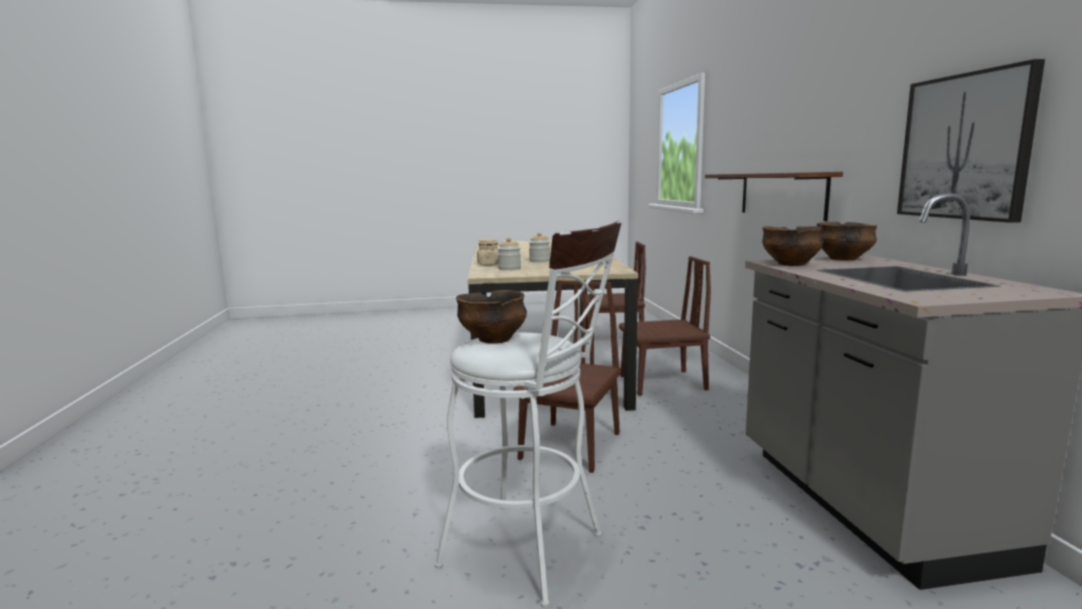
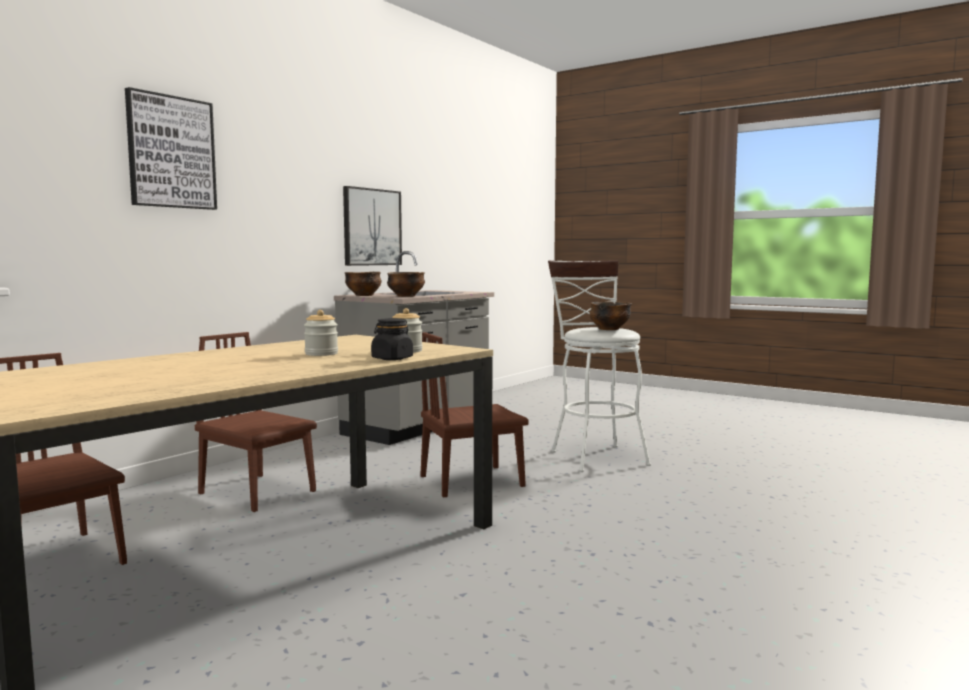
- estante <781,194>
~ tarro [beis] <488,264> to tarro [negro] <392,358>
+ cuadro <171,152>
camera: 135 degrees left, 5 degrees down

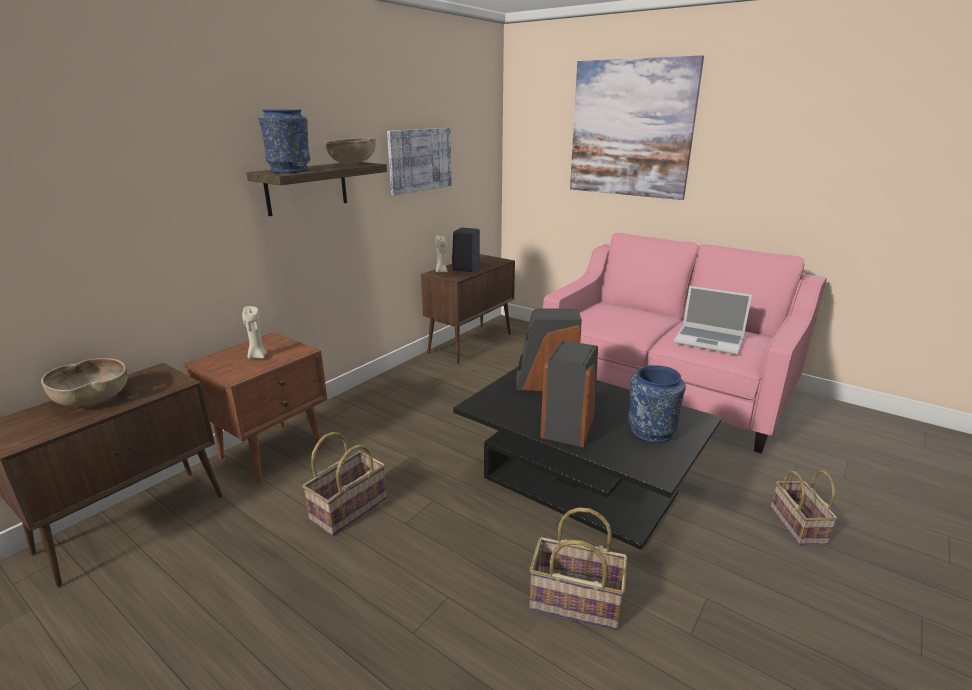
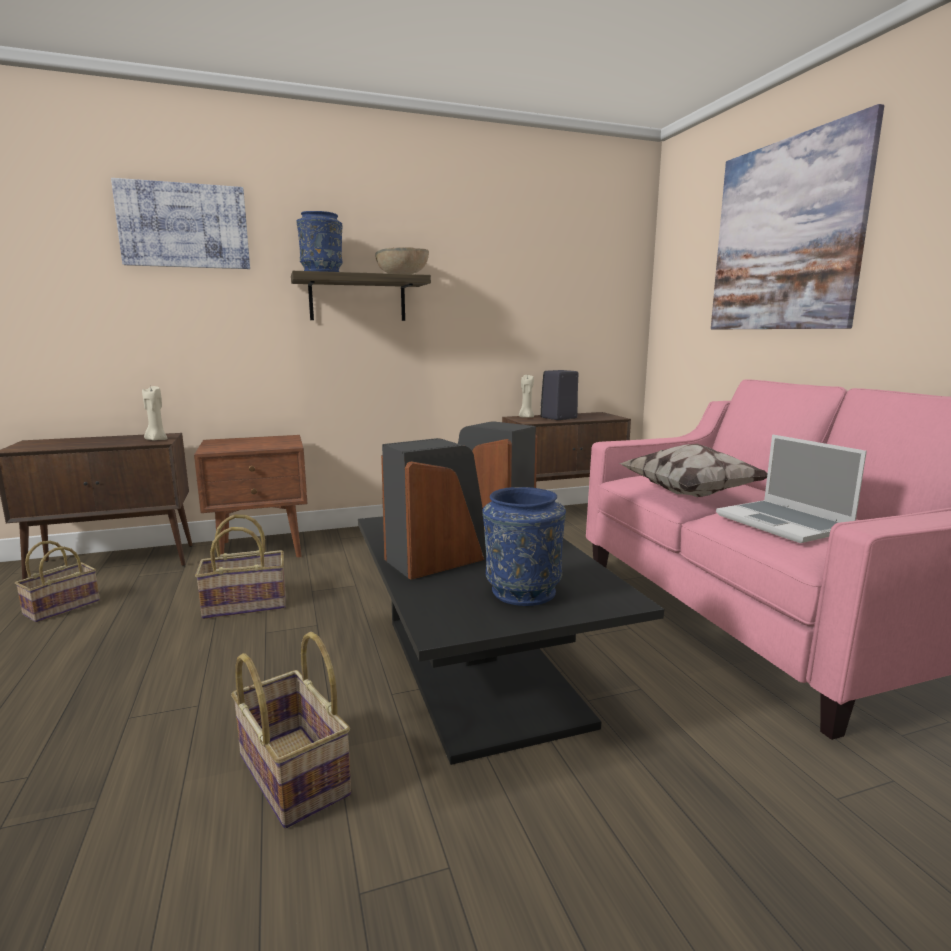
~ cuadro <420,160> to <184,226>
~ vela [beis] <257,356> to <156,440>
- cuenco [marrón] <93,400>
~ cesta <795,524> to <63,606>
+ cojín <690,493>
camera: 35 degrees right, 10 degrees down

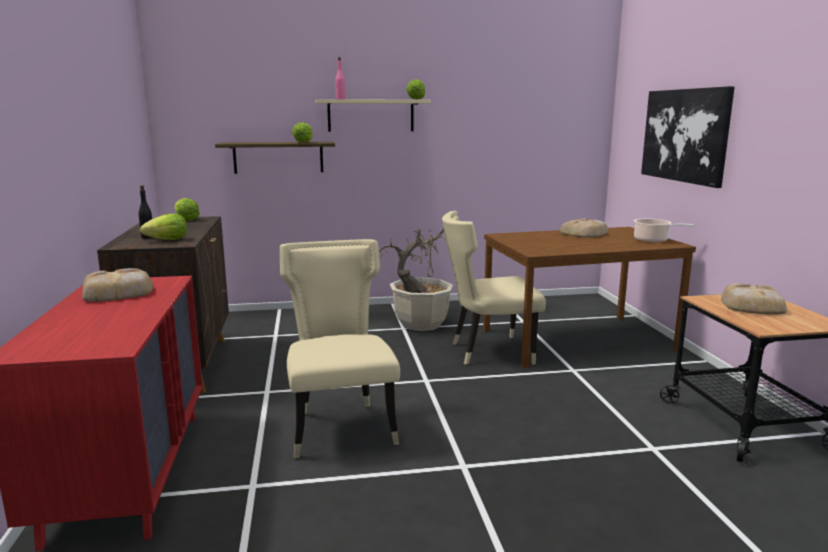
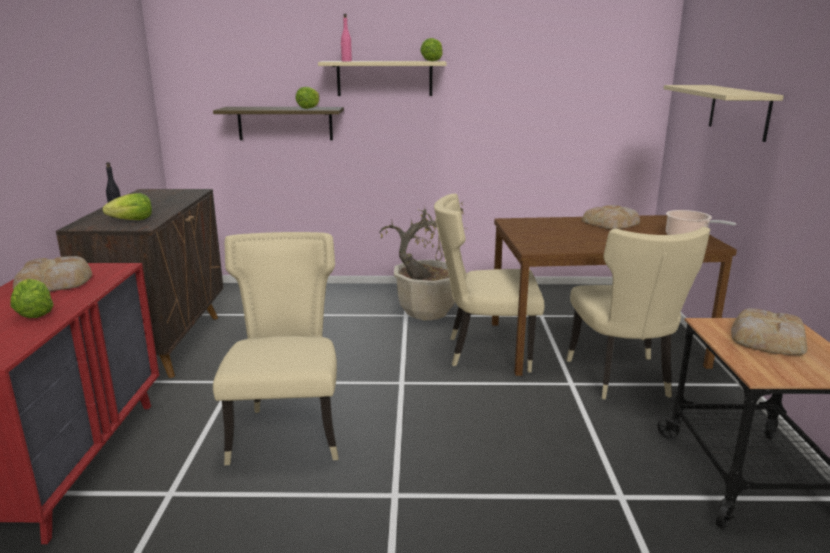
~ cuadro <684,135> to estante [beis] <738,111>
~ lechuga <186,219> to <34,313>
+ silla [beis] <622,379>
camera: 10 degrees right, 5 degrees up

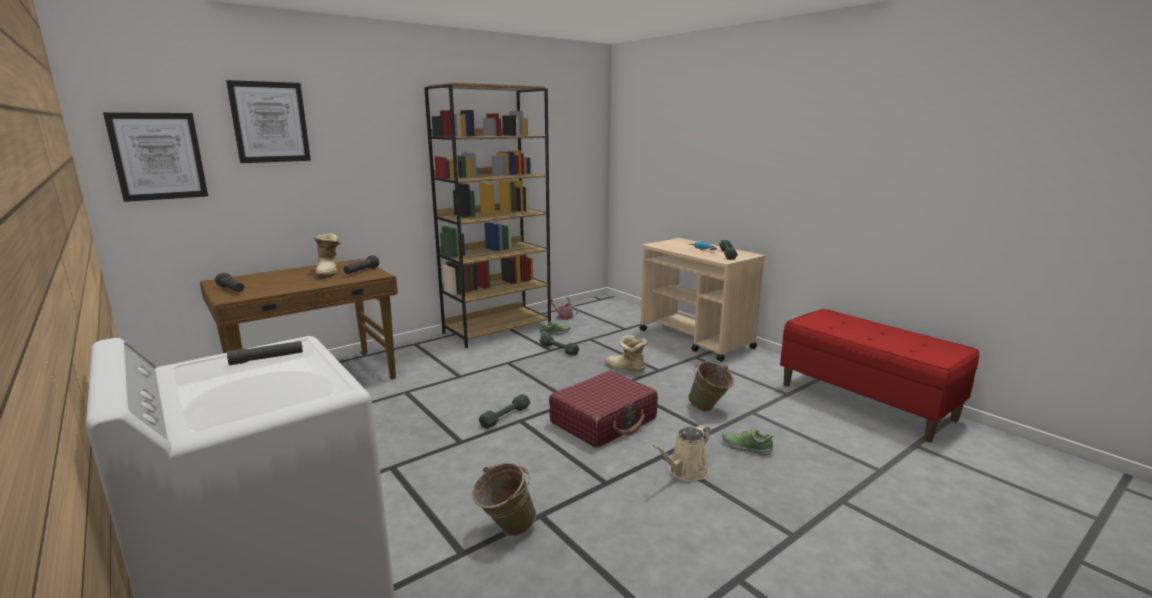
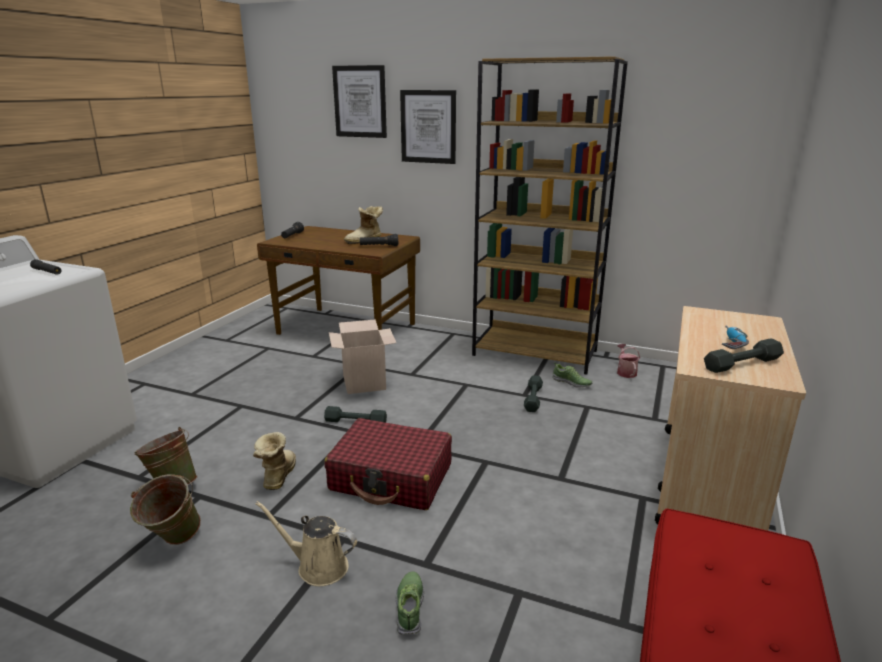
~ cuadro <158,156> to <428,127>
~ bota <625,368> to <277,476>
~ cubo [verde] <709,409> to <172,542>
+ caja de cartón <364,382>
camera: 60 degrees right, 5 degrees up

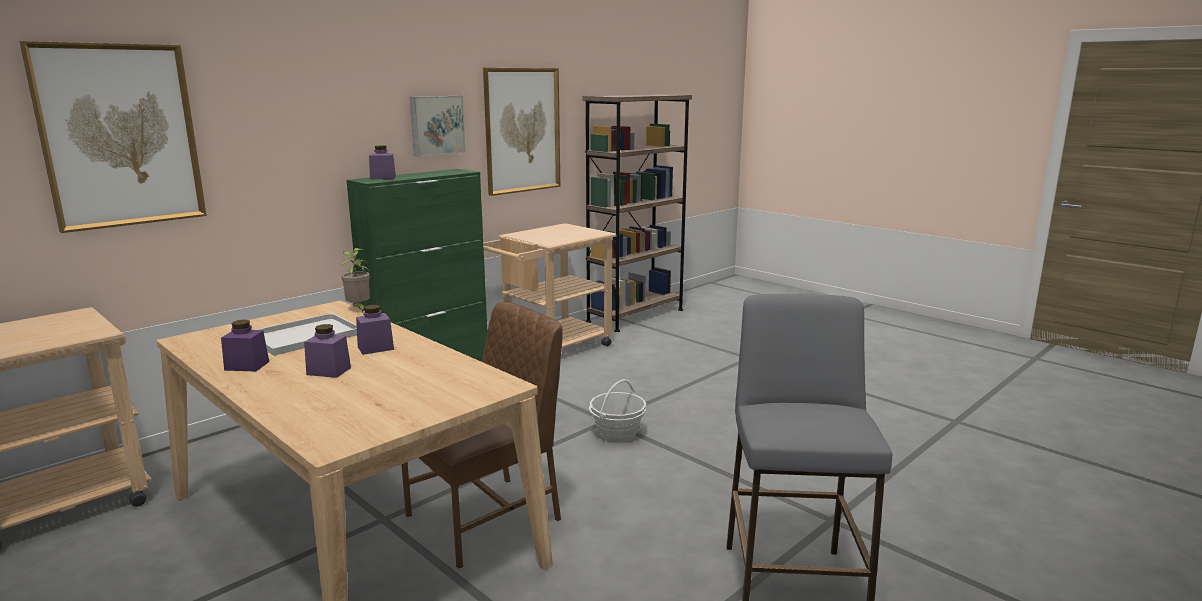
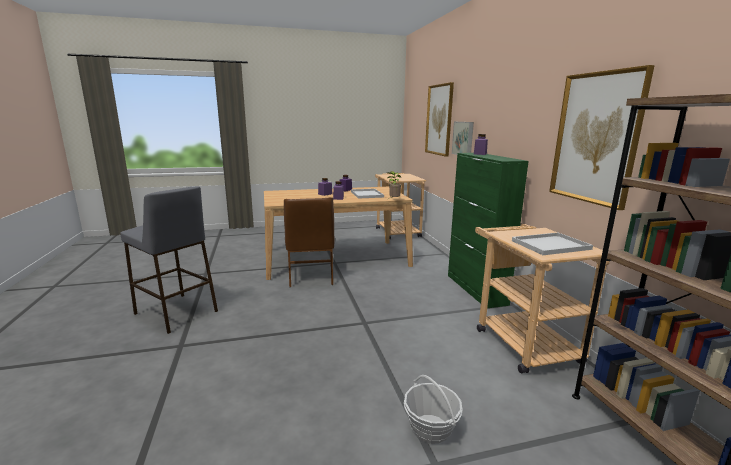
~ cuadro <436,125> to <463,138>
~ cesta <617,433> to <430,428>
+ bandeja [blanco] <550,245>
camera: 120 degrees right, 0 degrees up

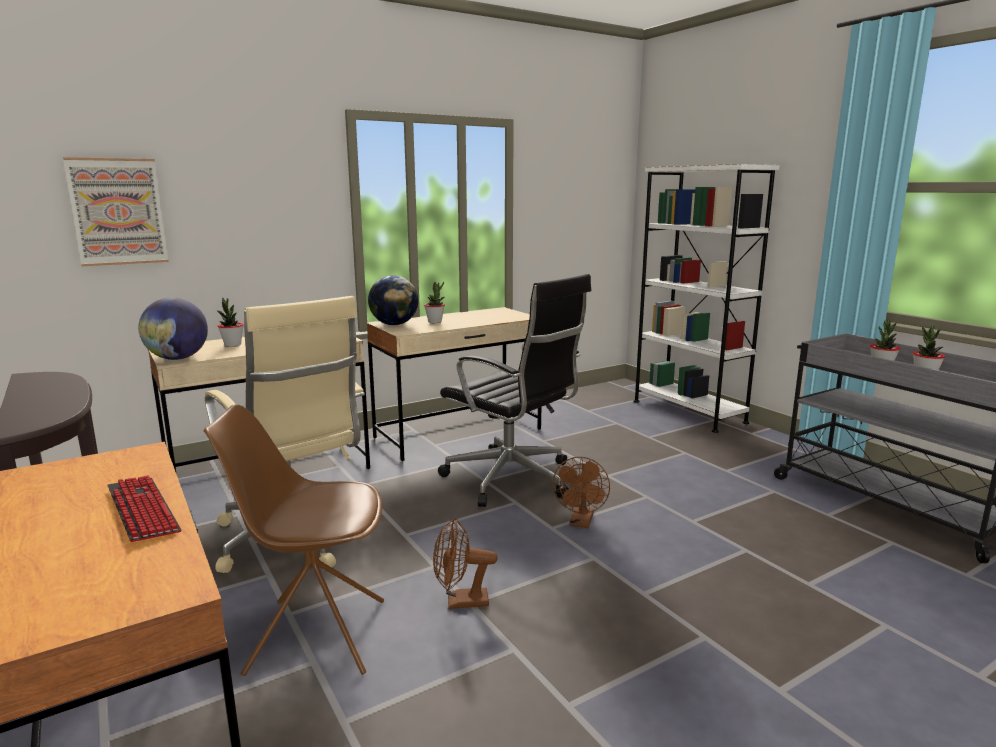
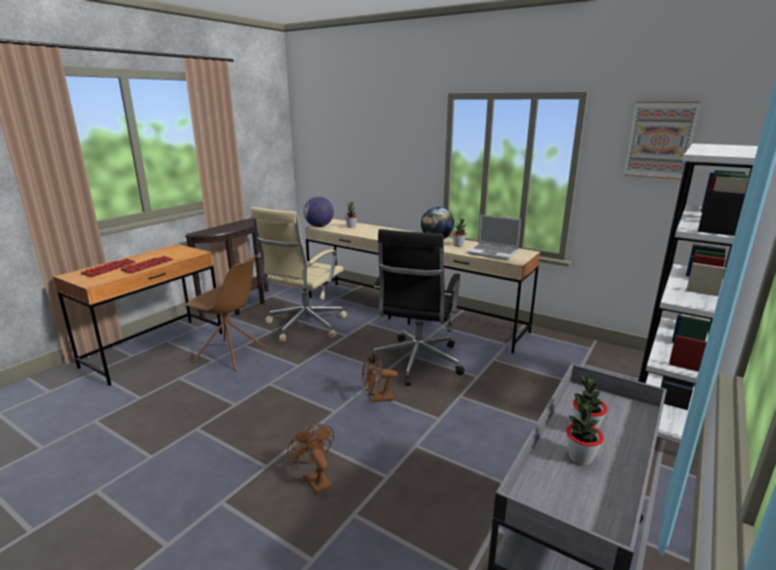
~ cuadro <118,212> to <660,140>
~ silla [marrón] <315,635> = <231,355> 135 degrees clockwise
~ ventilador [marrón] <460,602> to <315,479>
+ portátil <493,253>
+ teclado <109,269>
camera: 65 degrees right, 5 degrees up

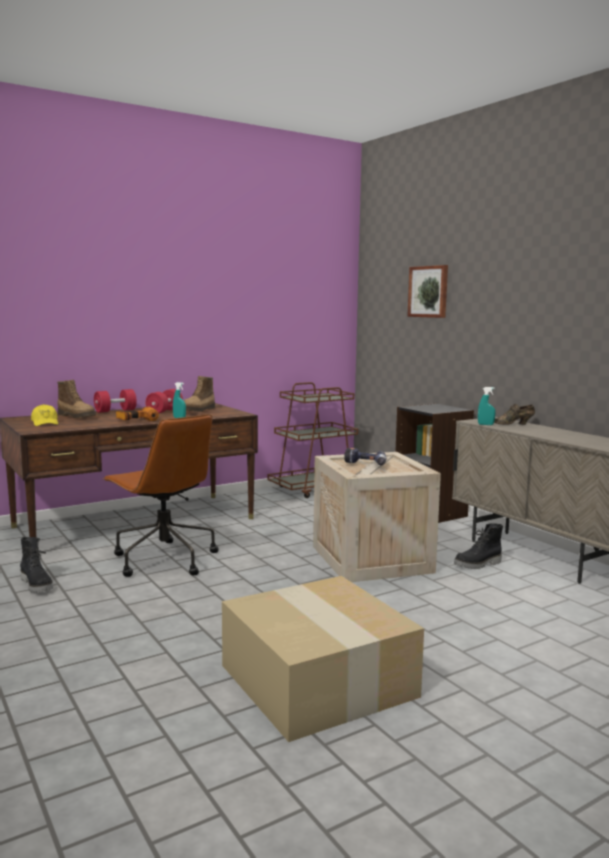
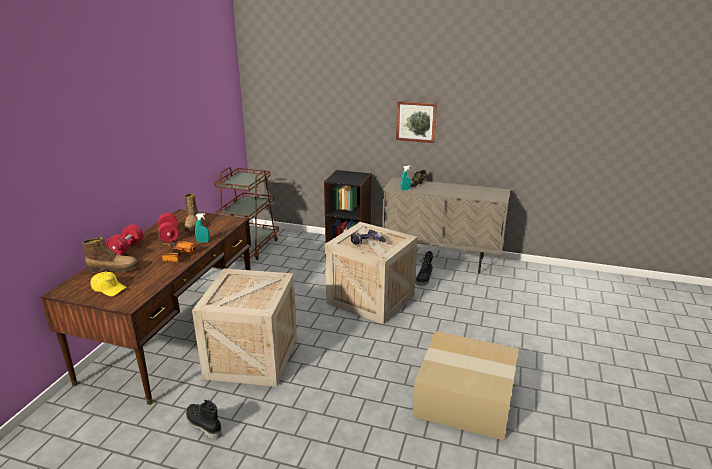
~ cuadro <428,291> to <416,121>
~ silla de oficina [marrón] <163,559> to caja de embalaje <253,358>
~ bota [negro] <37,585> = <203,425> 150 degrees counterclockwise
camera: 40 degrees left, 15 degrees up

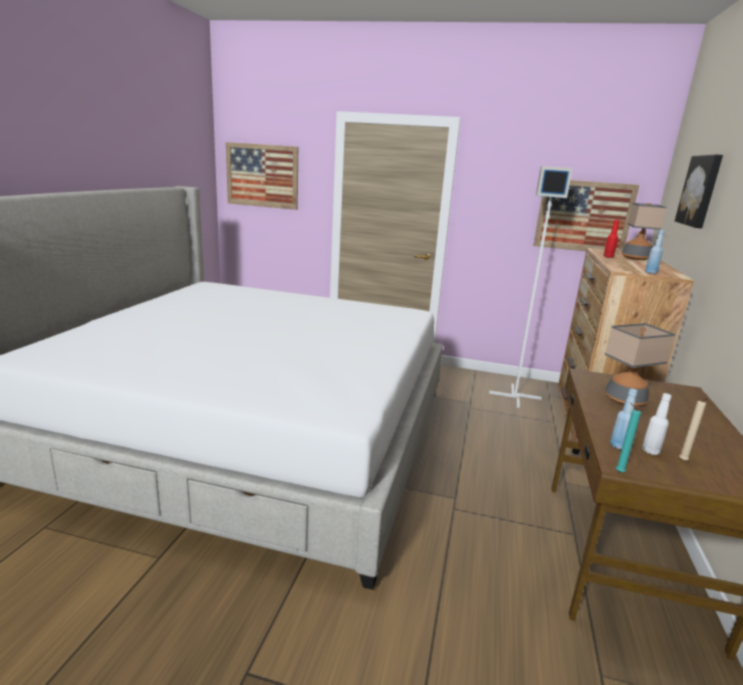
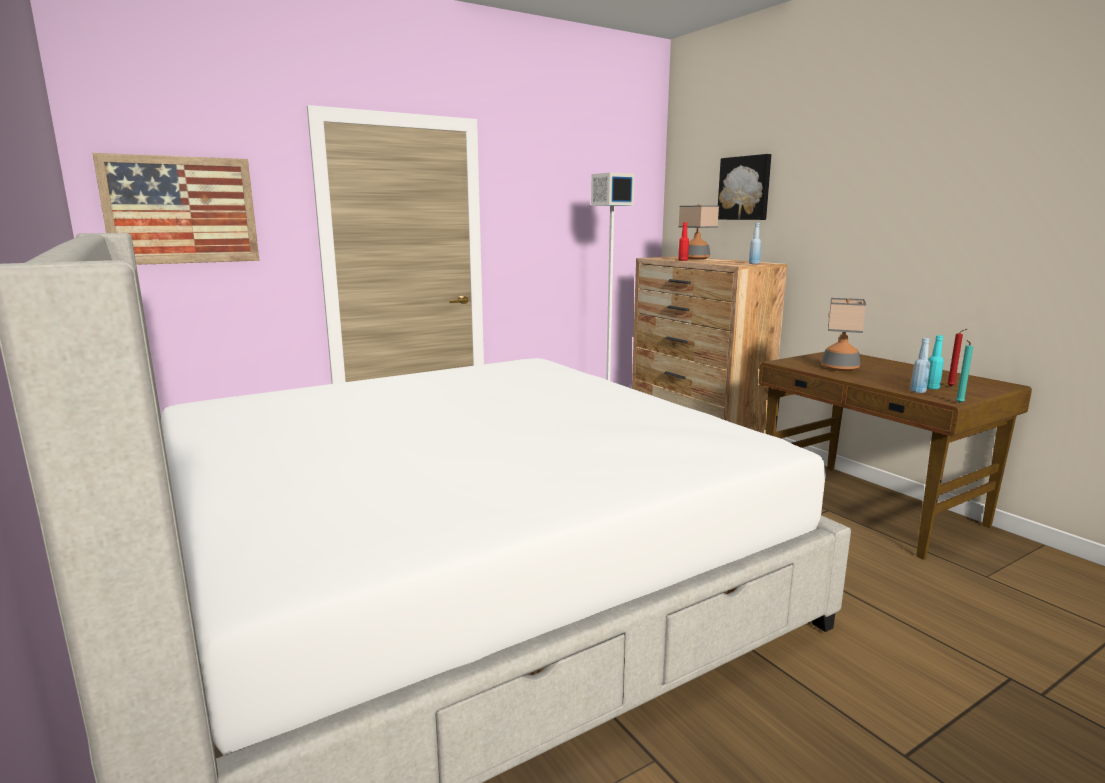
- cuadro <583,216>
~ botella [blanco] <650,451> to botella [turquesa] <931,388>
~ vela [beis] <683,461> to vela [rojo] <952,386>
camera: 45 degrees left, 5 degrees down

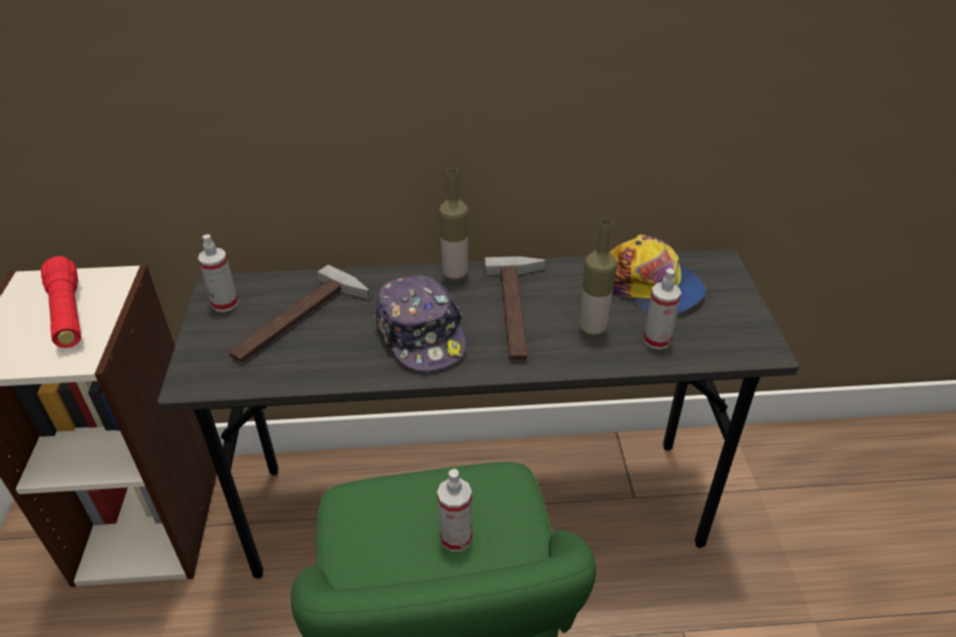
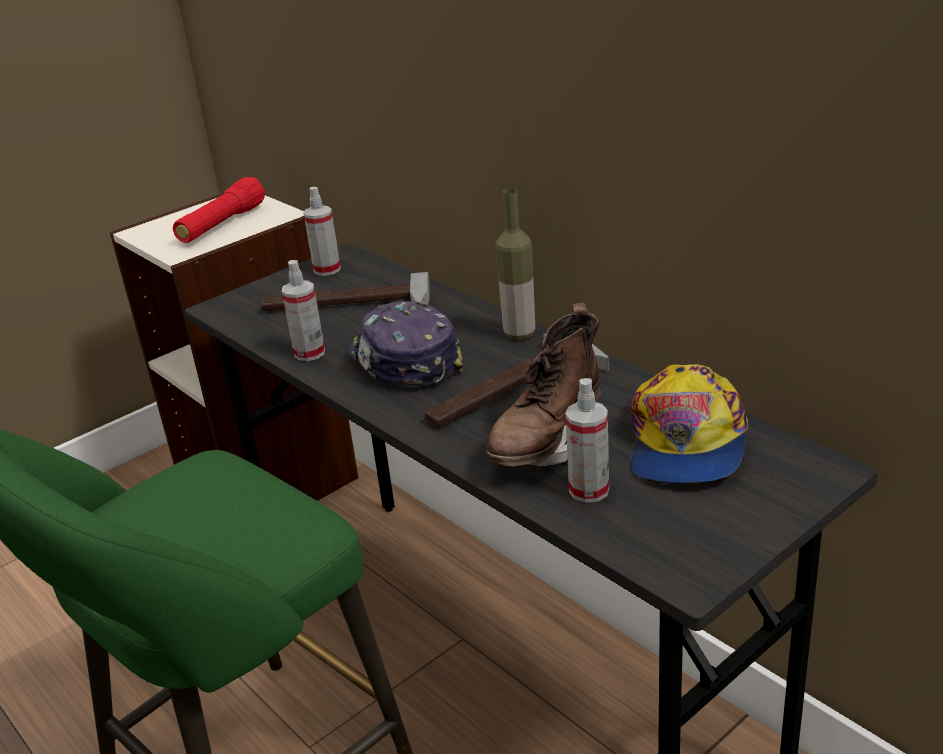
~ botella <592,329> to bota [marrón] <547,443>
~ gorra <421,335> = <404,362> 120 degrees clockwise
~ pulverizador <456,538> to <309,353>
camera: 55 degrees right, 10 degrees down

